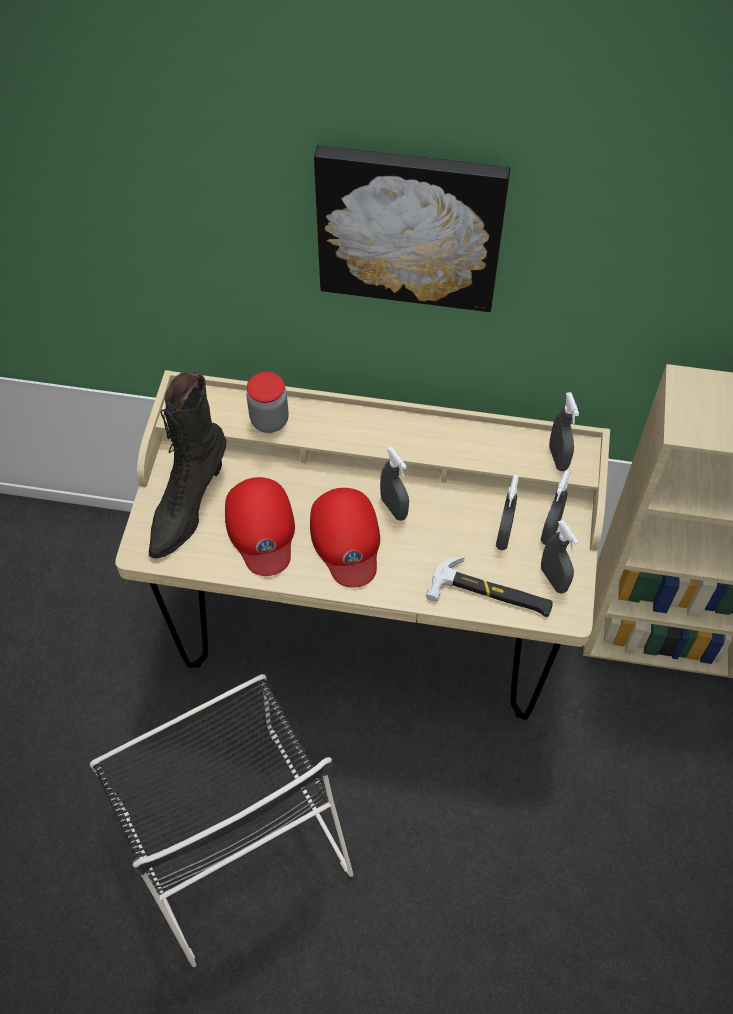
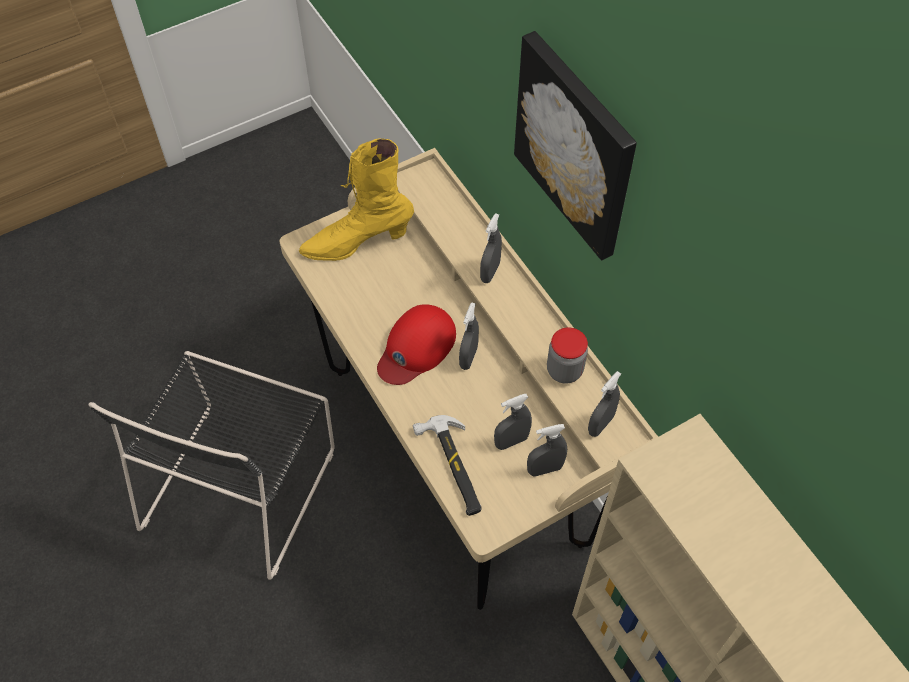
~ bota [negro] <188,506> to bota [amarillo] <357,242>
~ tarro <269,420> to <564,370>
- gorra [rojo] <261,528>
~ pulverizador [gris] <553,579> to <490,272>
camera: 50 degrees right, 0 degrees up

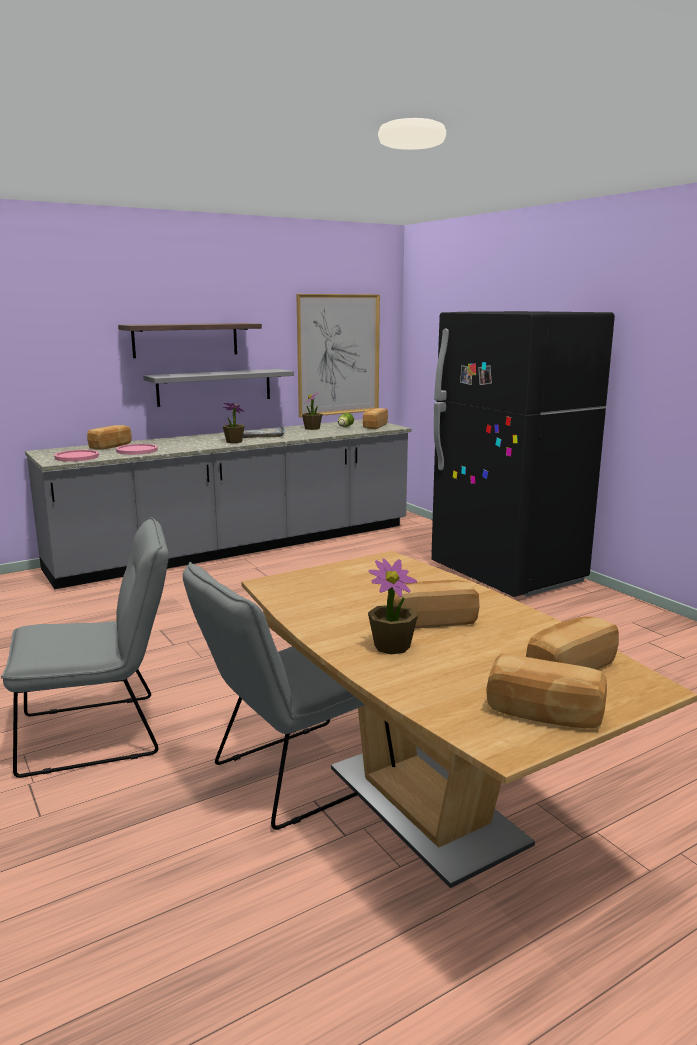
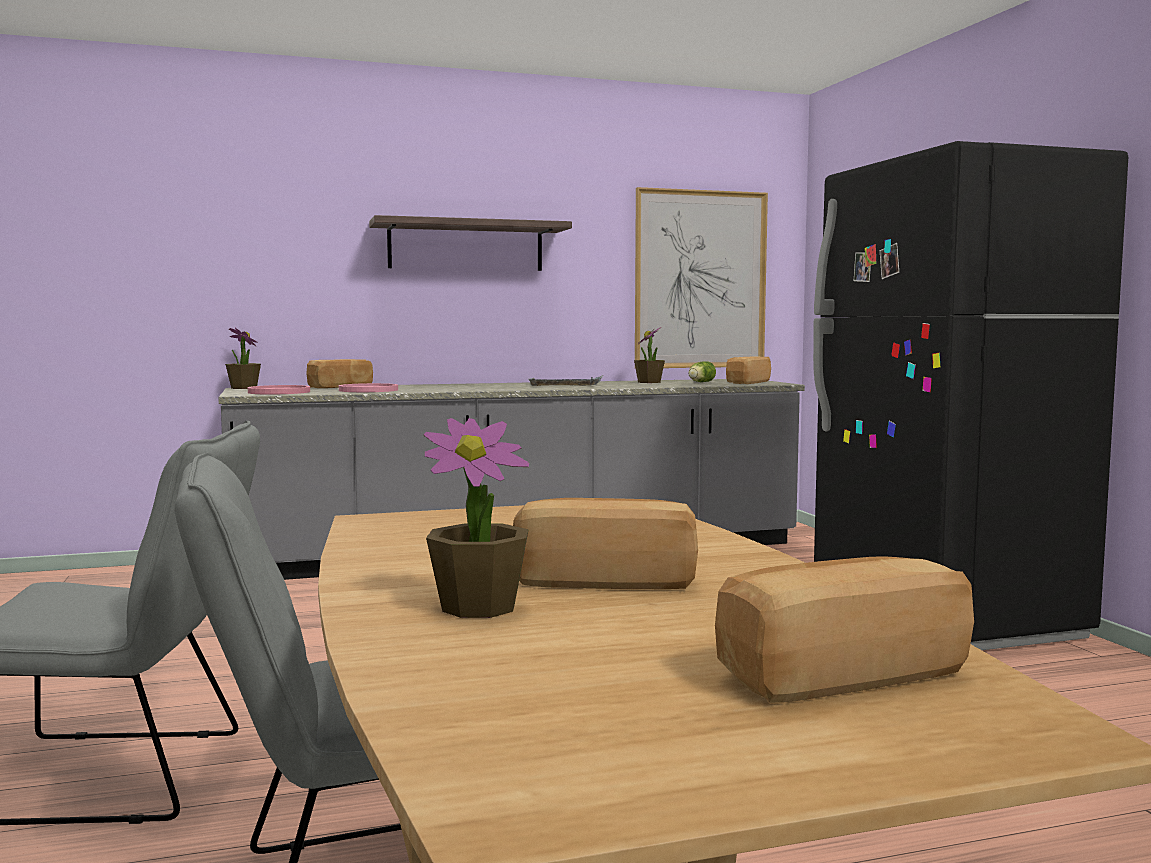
- estante [gris] <214,387>
~ planta en maceta <234,441> to <243,388>
- pan <544,714>
camera: 15 degrees right, 10 degrees down

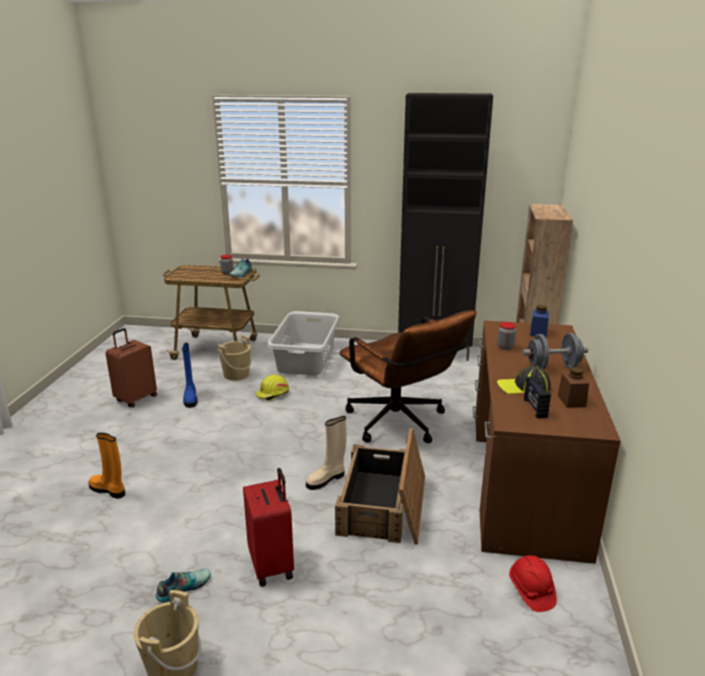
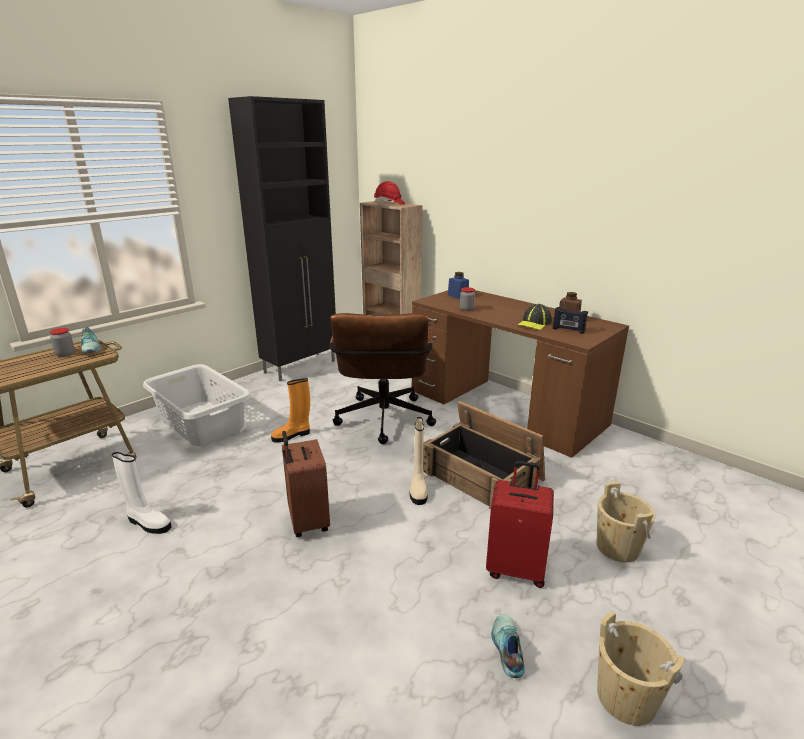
~ silla de oficina [marrón] <401,425> = <383,423> 90 degrees clockwise
~ maleta [marrón] <136,399> to <307,522>
- mancuerna [gris] <553,367>
~ cubo [beis] <236,374> to <617,547>
~ bota [azul] <190,398> to bota [blanco] <148,523>
- casco [amarillo] <273,394>
~ bota [naranja] <108,490> to <292,435>
~ casco [rojo] <531,591> to <389,203>
camera: 55 degrees left, 0 degrees up

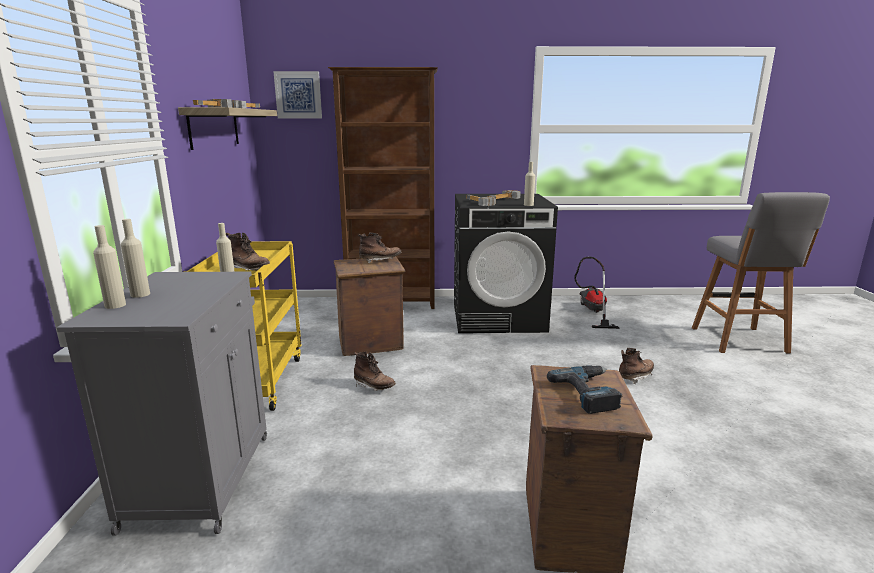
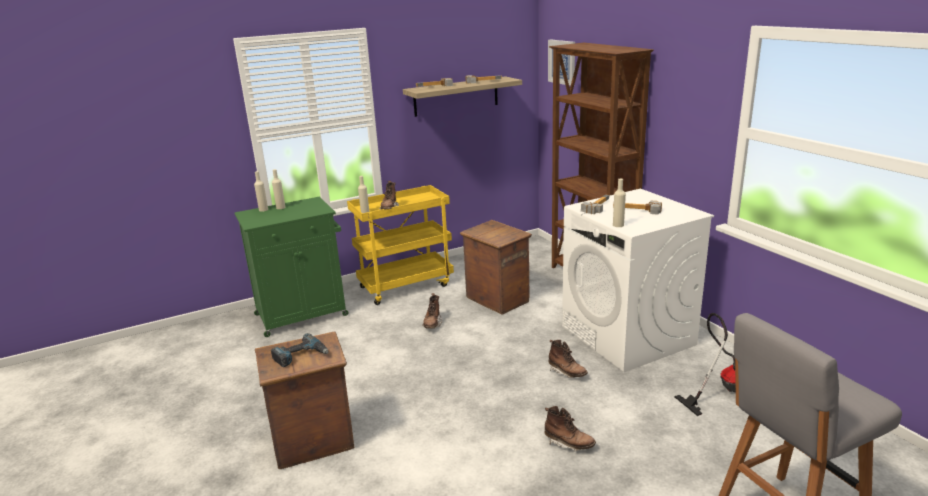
~ lavadora [negro] <498,317> to lavadora [blanco] <628,336>
~ bota [marrón] <380,261> to <567,372>
~ armario [gris] <201,478> to armario [verde] <303,314>
camera: 65 degrees right, 5 degrees up

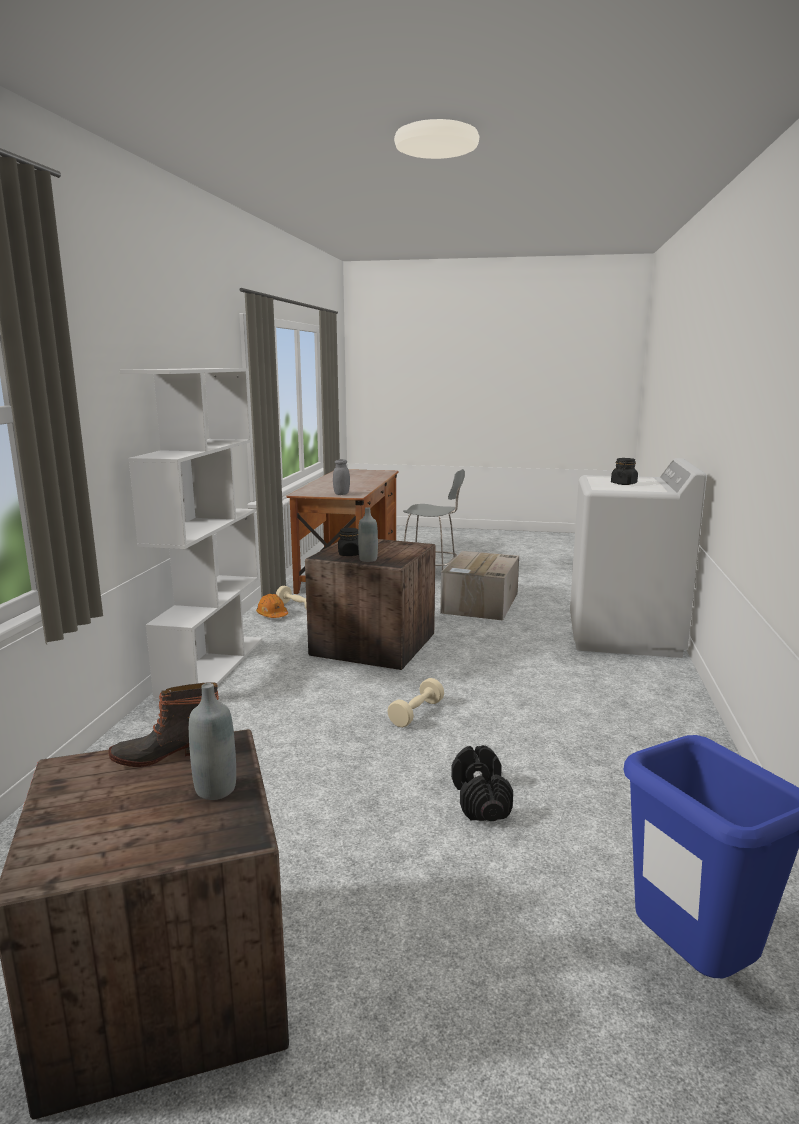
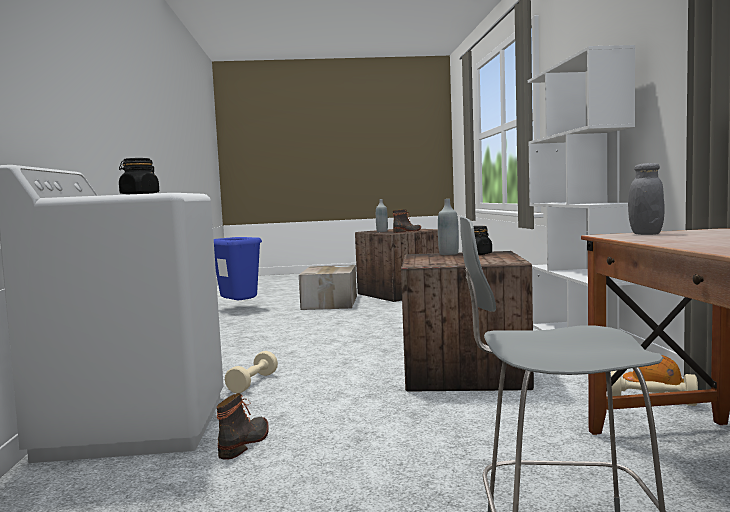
~ caja de cartón <480,603> to <330,302>
~ mancuerna [beis] <416,713> to <253,383>
- mancuerna [negro] <480,799>
+ bota <245,442>
camera: 165 degrees right, 10 degrees down

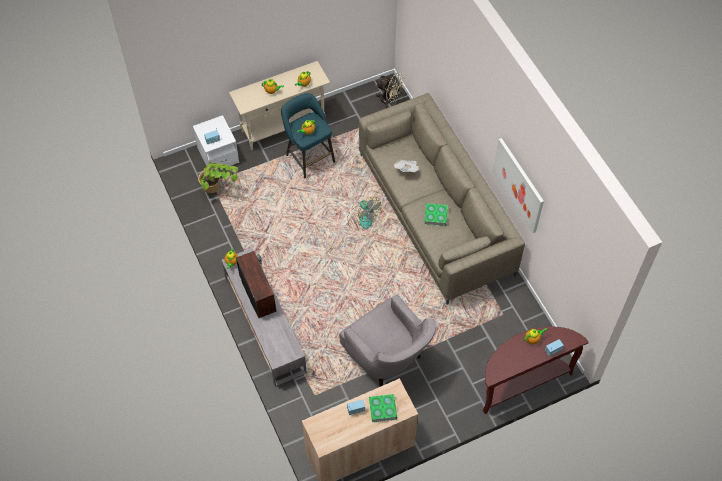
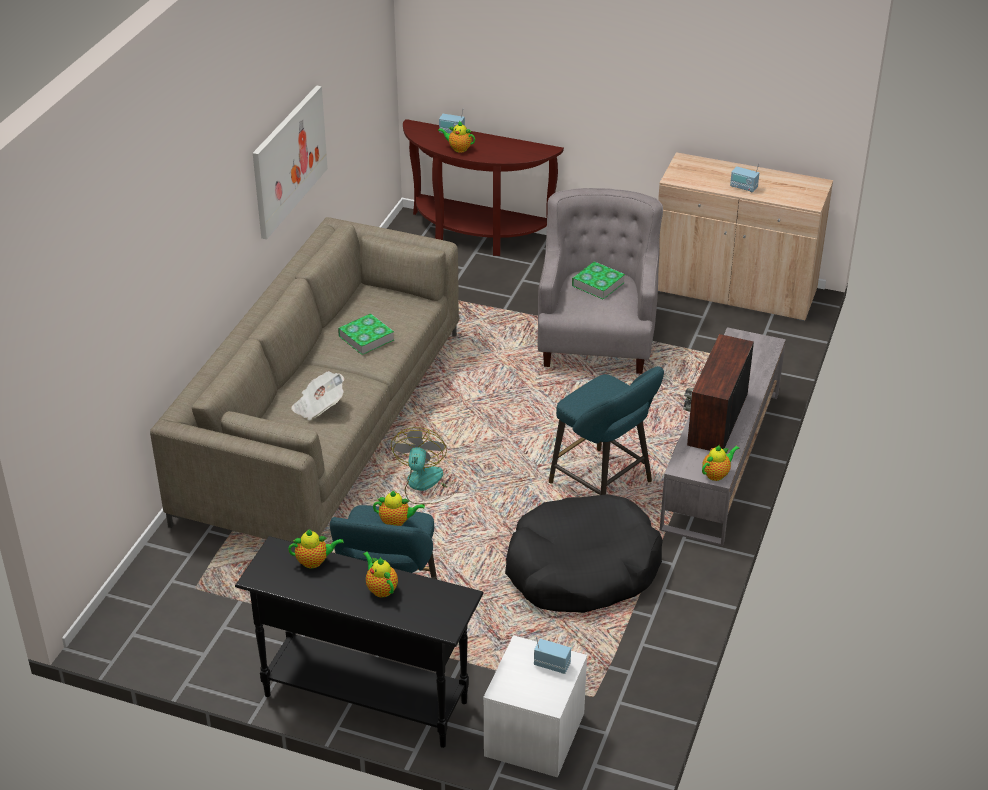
~ mesa consola [beis] <283,127> to mesa consola [negro] <365,698>
- ventilador [beis] <389,100>
- planta en maceta <218,190>
~ libro <383,409> to <598,284>
+ taburete [turquesa] <604,485>
+ cama para perro [negro] <581,569>
camera: 135 degrees left, 20 degrees down

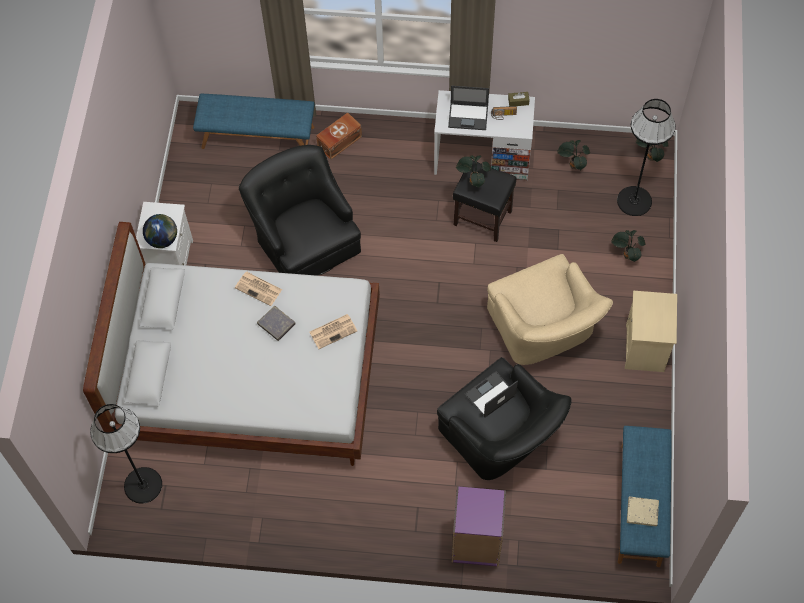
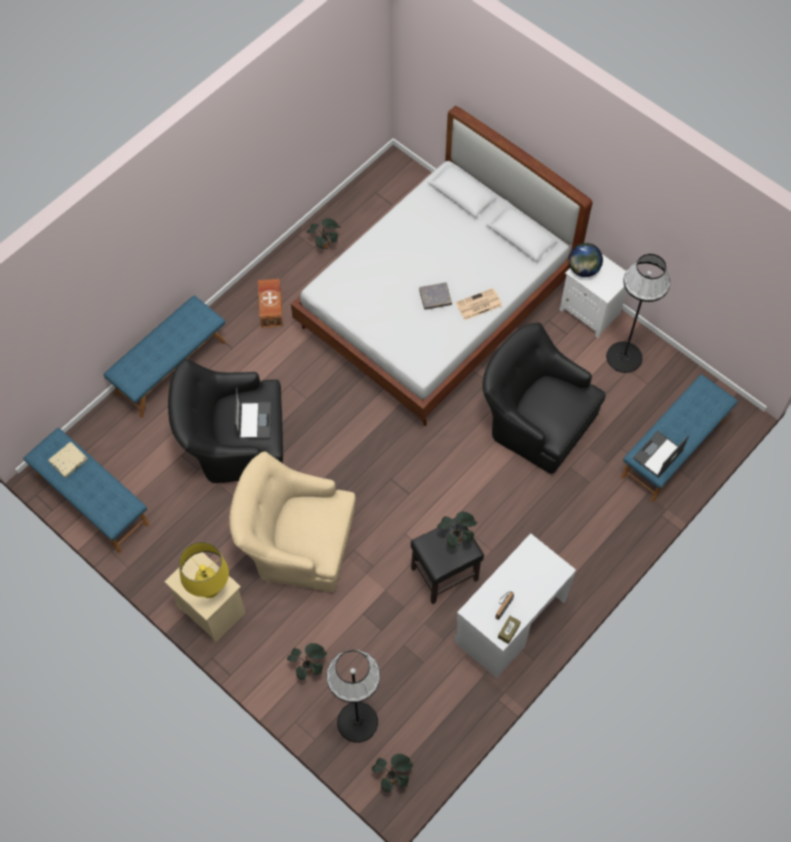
~ portátil <468,116> to <657,455>
~ caja de almacenaje [marrón] <338,141> to <272,308>
~ planta en maceta <572,165> to <325,245>
~ sillón [negro] <304,238> = <535,420> 150 degrees counterclockwise
- periódico <333,331>
~ lámpara de pie [negro] <142,485> to <624,357>
~ estantería [morado] <476,543> to banco [azul] <170,367>
+ lámpara de mesa [amarillo] <210,589>
camera: 125 degrees right, 0 degrees up

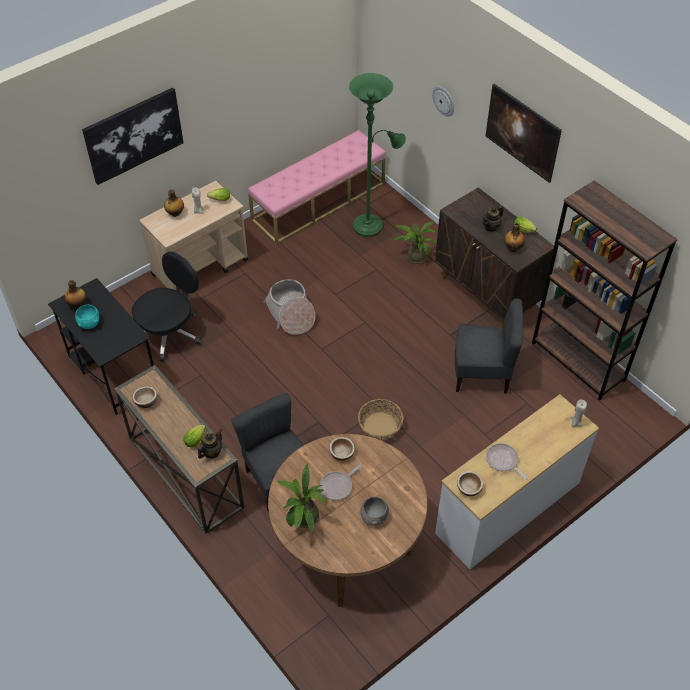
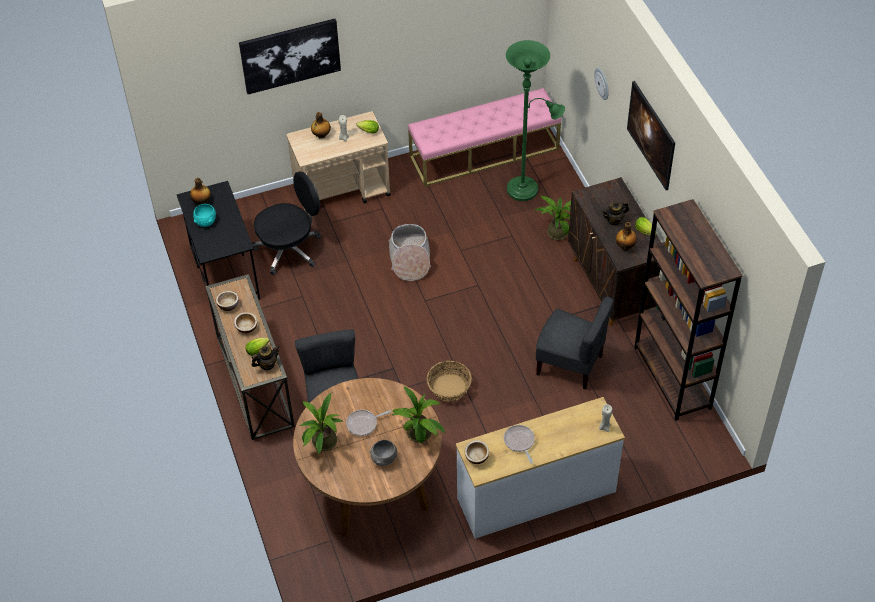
~ cuenco <341,453> to <246,327>
+ planta en maceta <420,436>
camera: 20 degrees right, 0 degrees up

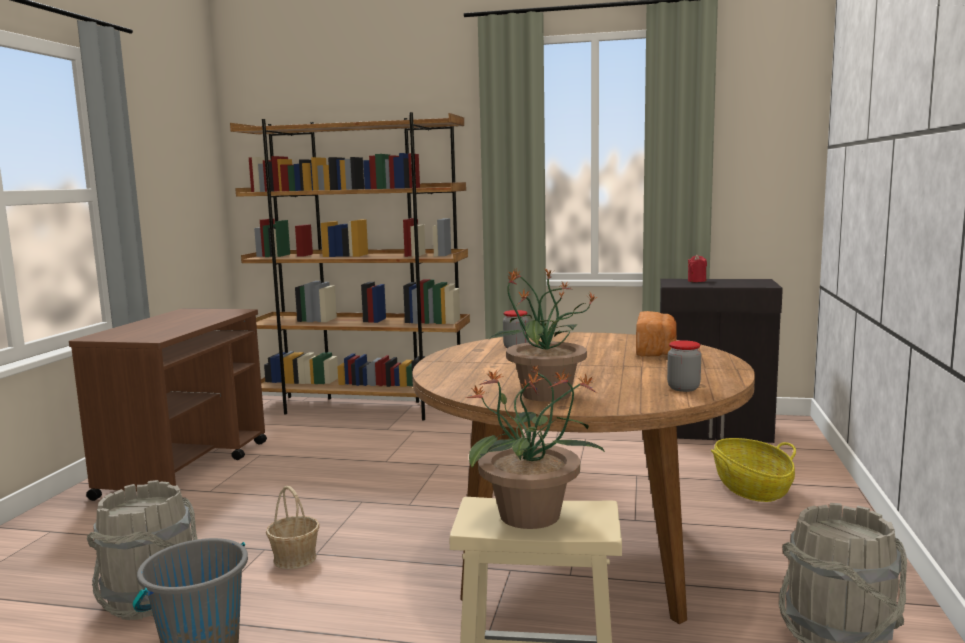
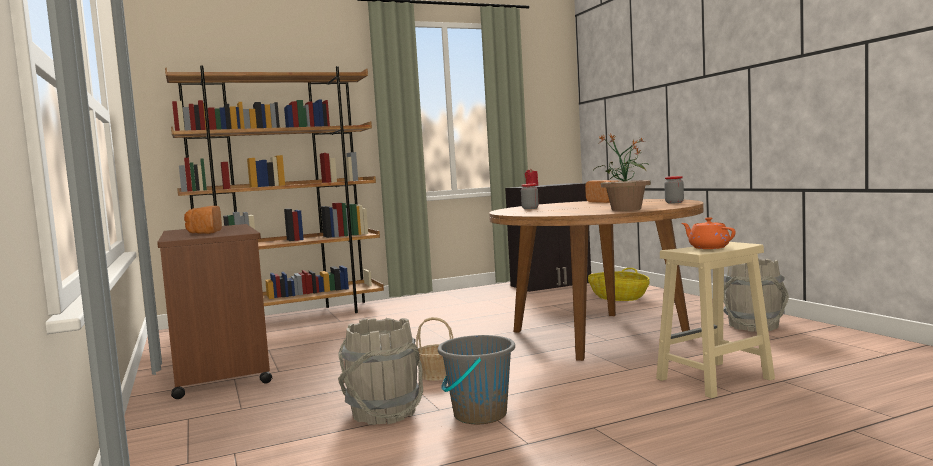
~ planta en maceta <531,516> to tetera [naranja] <708,247>
+ pan <204,232>
camera: 35 degrees left, 5 degrees down

